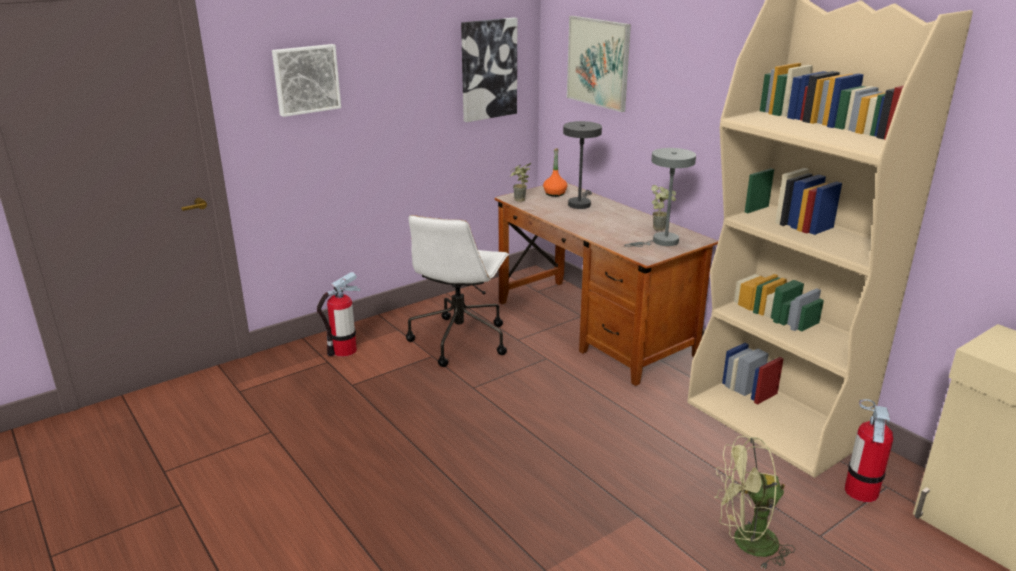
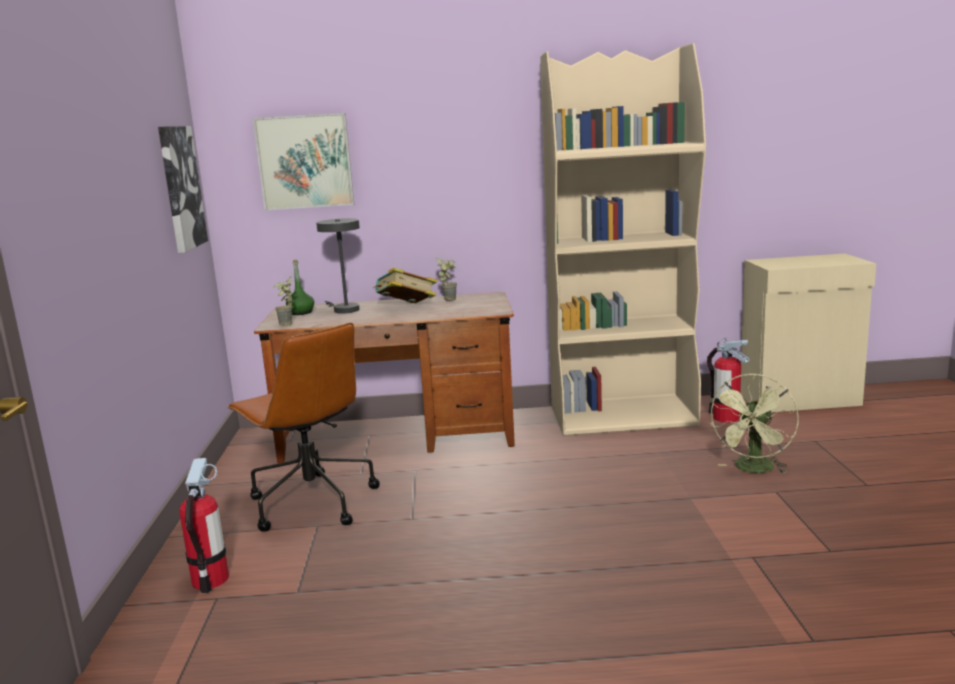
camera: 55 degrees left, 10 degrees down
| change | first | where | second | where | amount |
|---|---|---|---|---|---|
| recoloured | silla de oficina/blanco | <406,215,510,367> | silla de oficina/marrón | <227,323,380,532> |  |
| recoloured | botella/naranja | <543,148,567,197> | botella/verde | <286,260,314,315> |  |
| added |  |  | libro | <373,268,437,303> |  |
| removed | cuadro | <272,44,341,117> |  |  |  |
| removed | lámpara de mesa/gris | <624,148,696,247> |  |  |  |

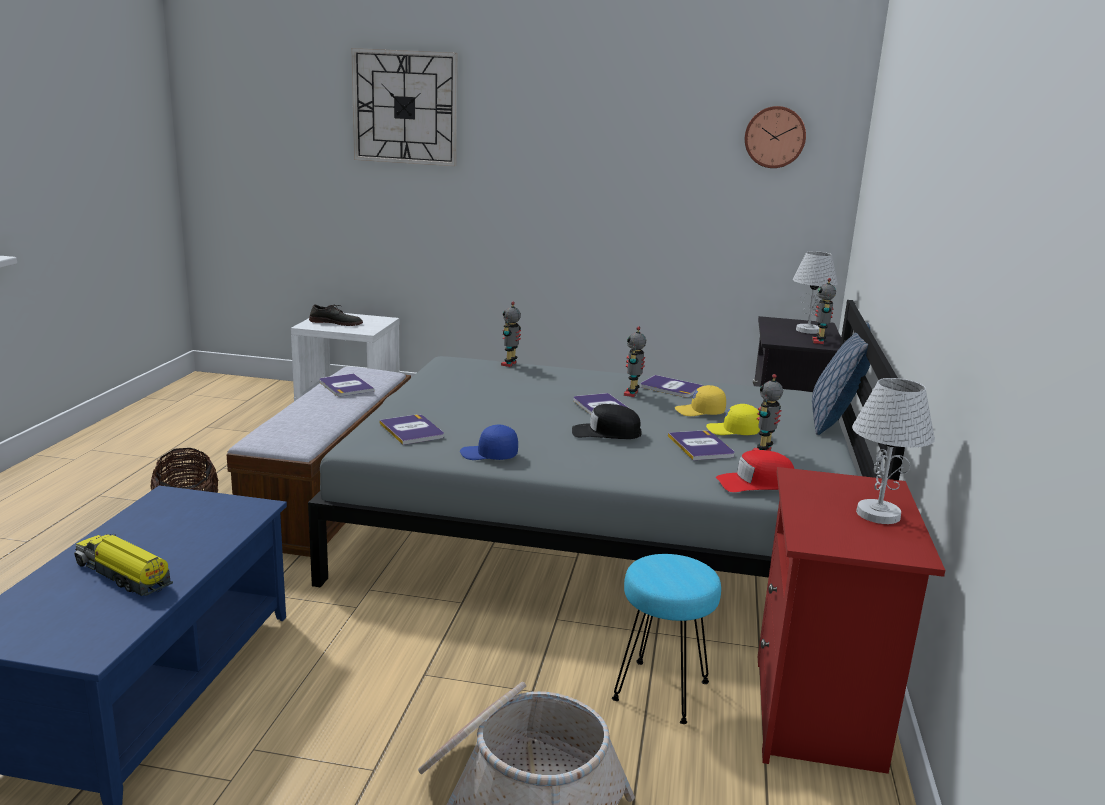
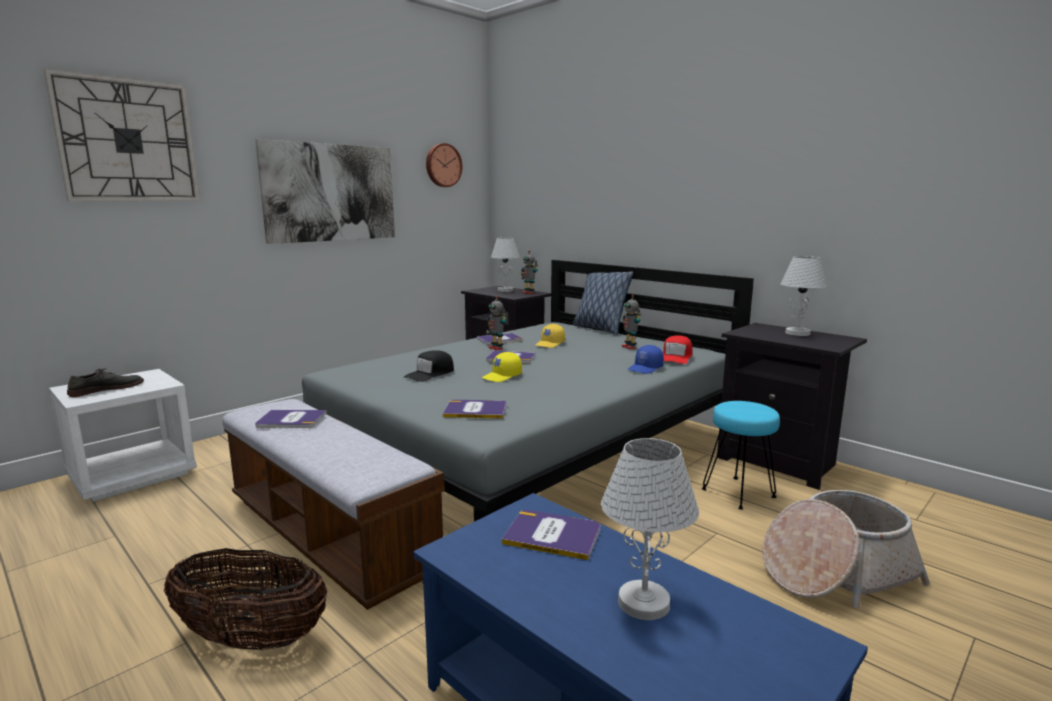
camera: 55 degrees left, 5 degrees down
| change | first | where | second | where | amount |
|---|---|---|---|---|---|
| added |  |  | cuadro | <255,139,395,244> |  |
| moved | gorra/negro | <572,404,641,439> |  | <404,350,454,382> |  |
| moved | gorra/amarillo | <706,404,760,435> |  | <482,352,522,382> |  |
| moved | libro | <668,430,735,460> |  | <502,510,601,560> |  |
| replaced | camión de juguete | <74,533,173,596> | lámpara de mesa/blanco | <601,438,699,620> |  |
| moved | gorra/azul | <460,425,518,460> |  | <628,345,664,374> |  |
| recoloured | mesita de noche/rojo | <758,467,945,774> | mesita de noche/negro | <717,323,867,490> |  |
| removed | robot de juguete | <501,301,521,367> |  |  |  |

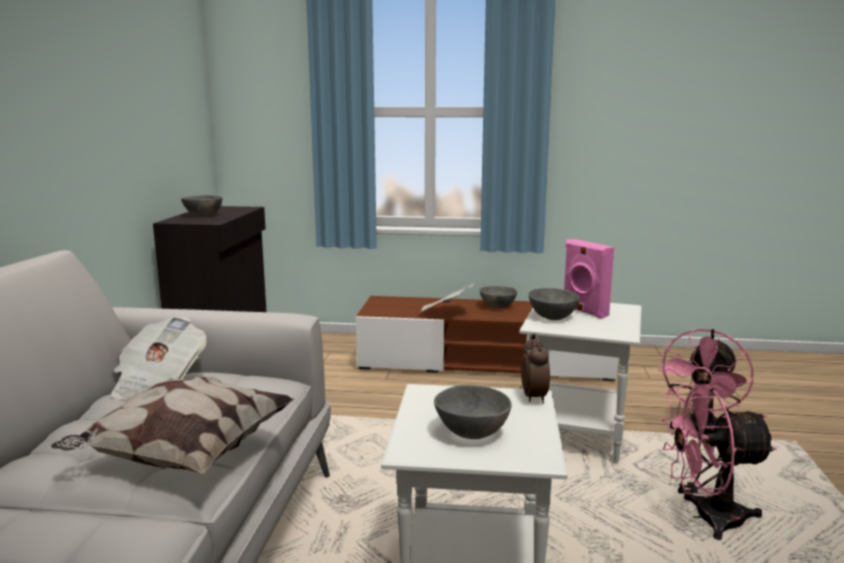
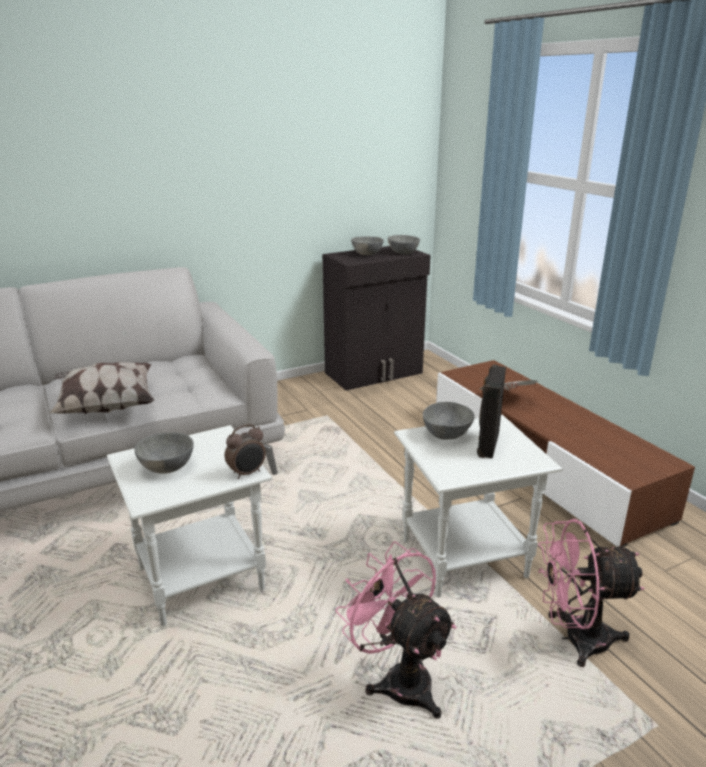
camera: 55 degrees right, 10 degrees up
| change | first | where | second | where | amount |
|---|---|---|---|---|---|
| moved | cuenco/gris | <480,286,517,308> |  | <387,235,420,255> |  |
| recoloured | altavoz/rosa | <564,239,614,318> | altavoz/negro | <477,365,506,458> |  |
| removed | periódico | <111,316,207,399> |  |  |  |

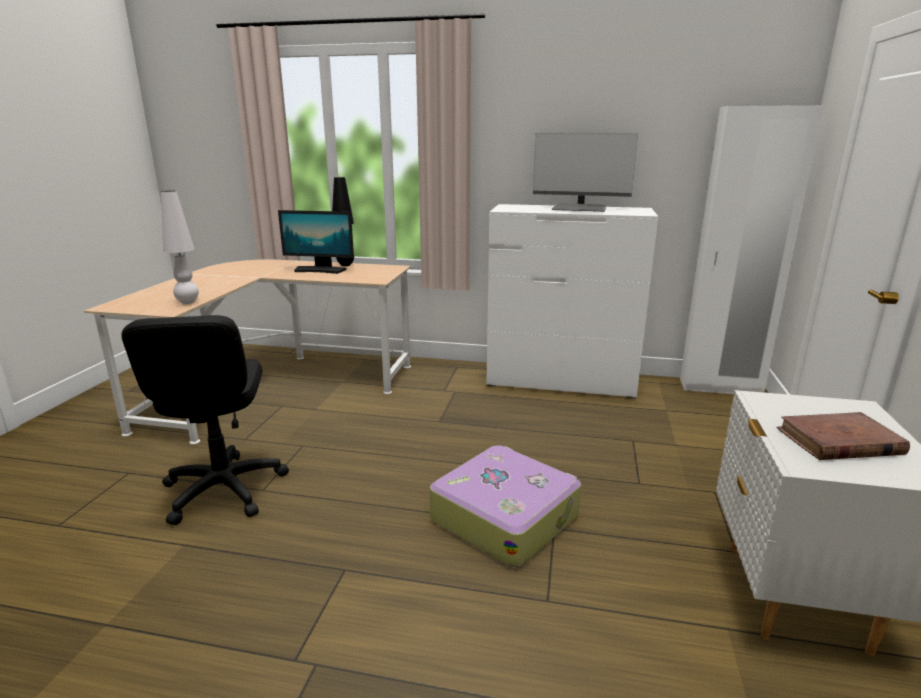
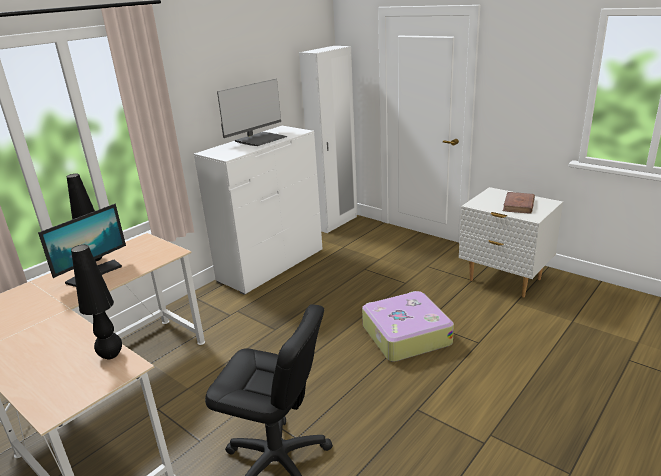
camera: 60 degrees left, 5 degrees up
| change | first | where | second | where | amount |
|---|---|---|---|---|---|
| recoloured | lámpara de mesa/blanco | <161,191,199,304> | lámpara de mesa/negro | <71,244,122,359> |  |

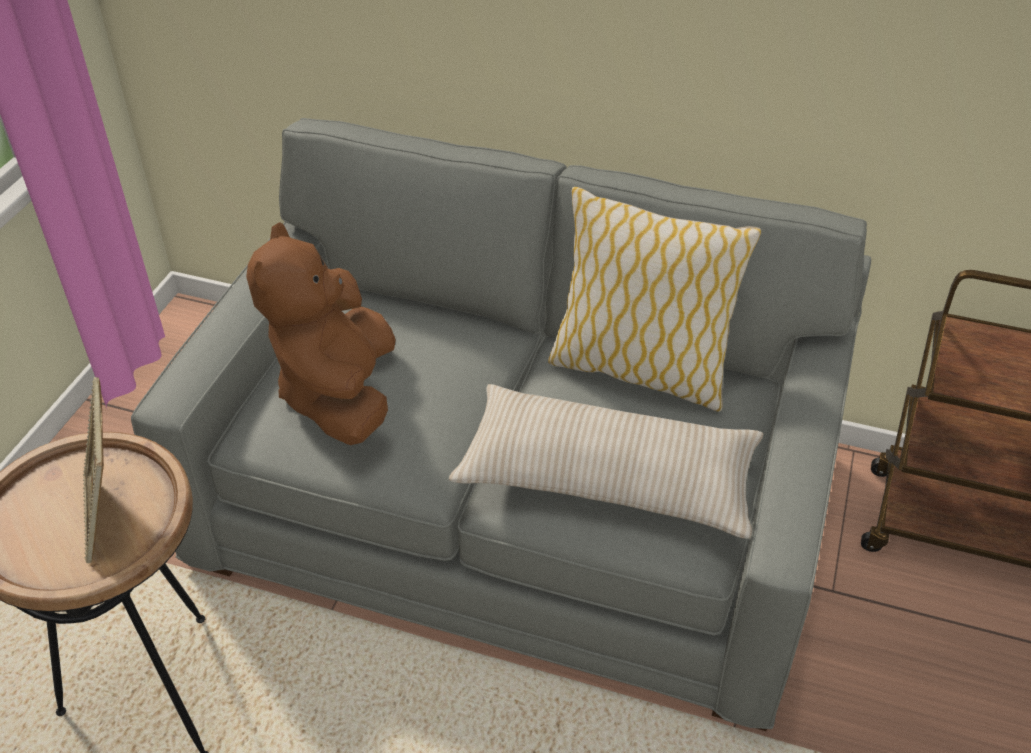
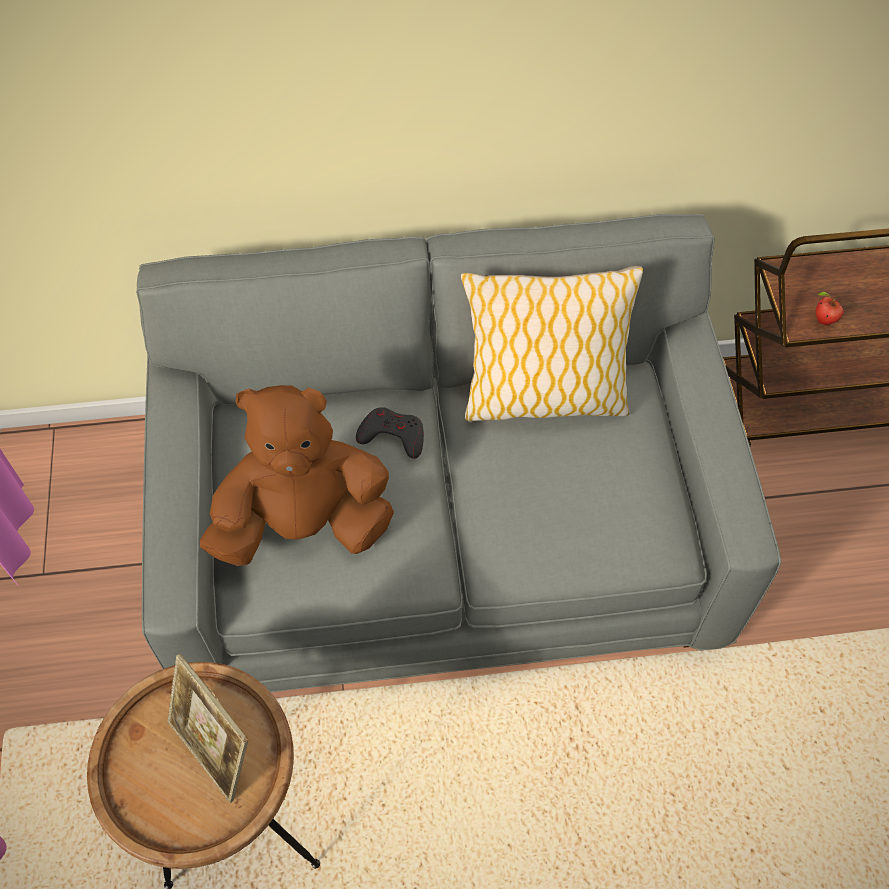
camera: 25 degrees left, 15 degrees up
| change | first | where | second | where | amount |
|---|---|---|---|---|---|
| turned | peluche/marrón | <246,222,396,445> |  | <200,385,394,566> | 105 degrees clockwise |
| added |  |  | mando de consola/gris | <356,407,424,459> |  |
| added |  |  | manzana | <816,292,843,325> |  |
| removed | cojín/beis | <449,384,763,539> |  |  |  |

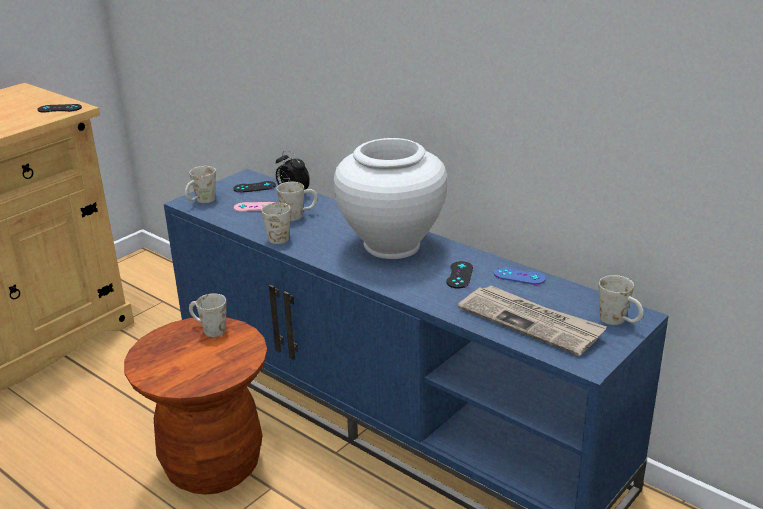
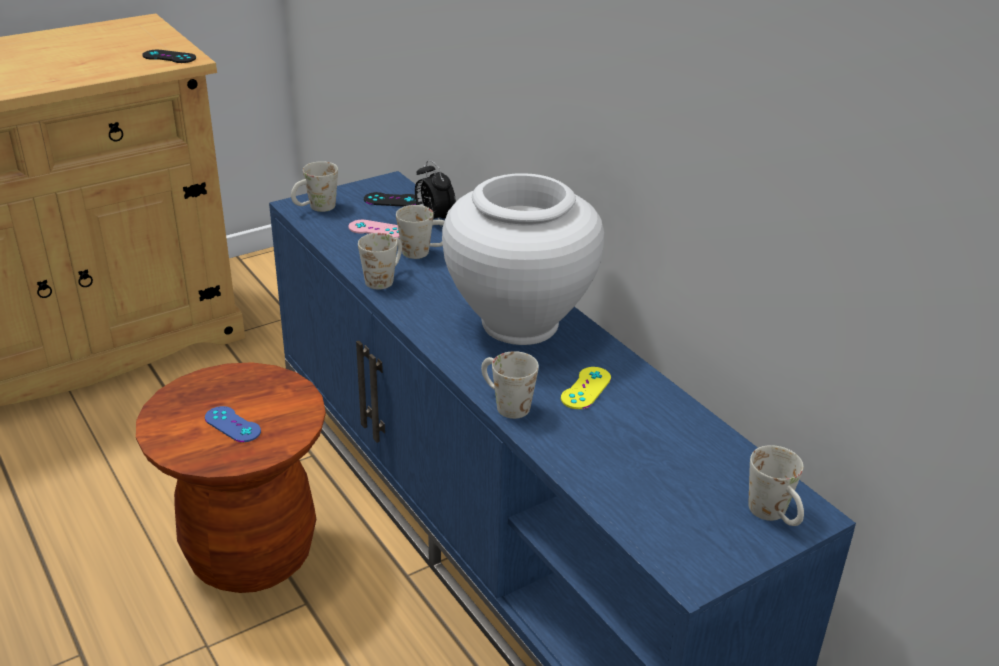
camera: 15 degrees right, 5 degrees up
| change | first | where | second | where | amount |
|---|---|---|---|---|---|
| moved | mando de consola/azul | <494,267,546,285> |  | <205,406,261,442> |  |
| moved | taza grande/blanco | <189,293,226,337> |  | <481,351,539,419> |  |
| recoloured | mando de consola/negro | <446,261,473,289> | mando de consola/amarillo | <561,367,611,409> |  |
| removed | periódico | <458,285,607,356> |  |  |  |

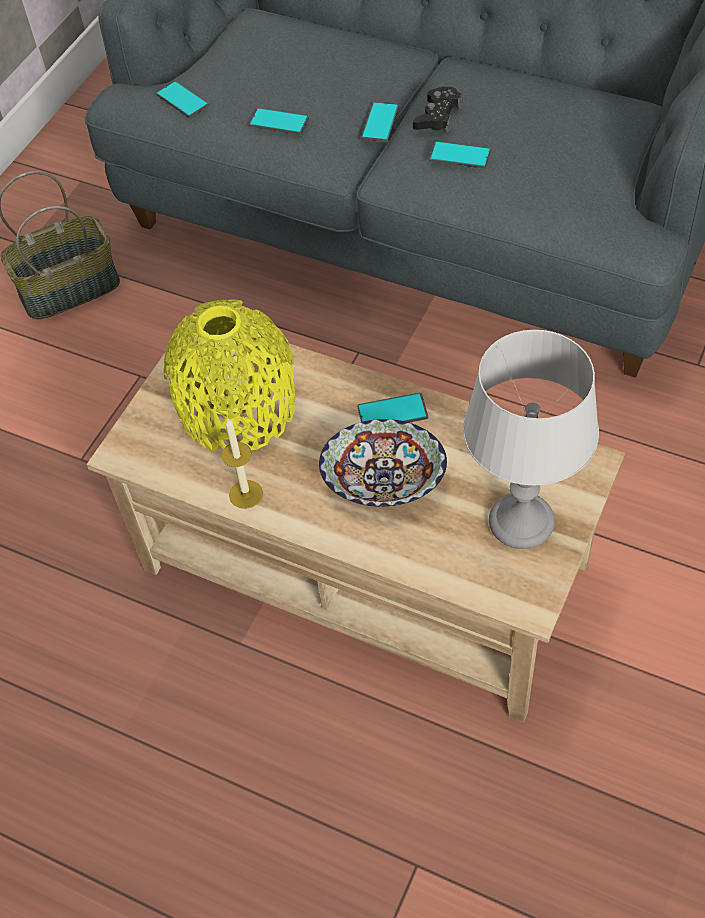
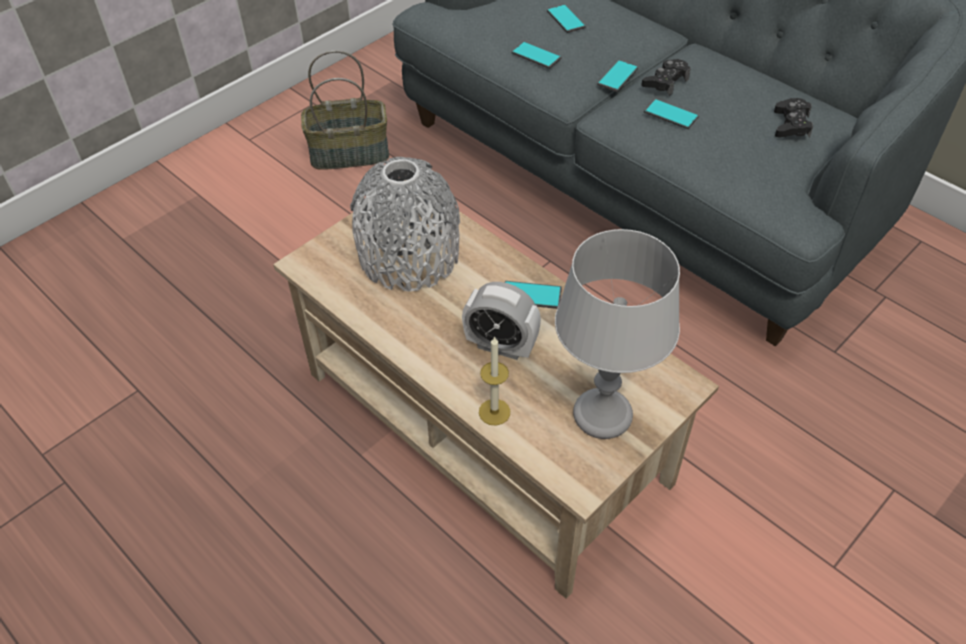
camera: 15 degrees right, 5 degrees down
| change | first | where | second | where | amount |
|---|---|---|---|---|---|
| recoloured | florero/amarillo | <164,299,296,451> | florero/gris | <350,157,460,292> |  |
| replaced | cuenco | <319,419,447,507> | despertador | <462,282,541,360> |  |
| moved | vela | <221,417,263,509> |  | <479,336,510,425> |  |
| moved | móvil | <156,81,209,118> |  | <547,4,586,33> |  |
| added |  |  | mando de consola/negro | <774,98,813,138> |  |

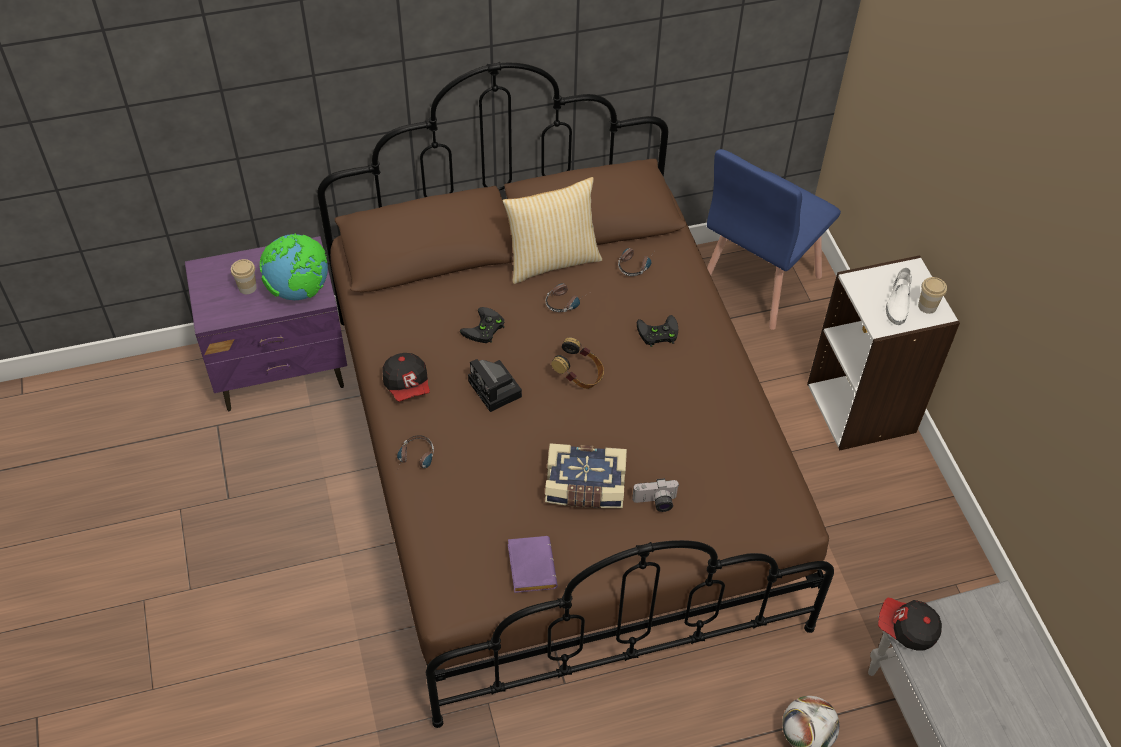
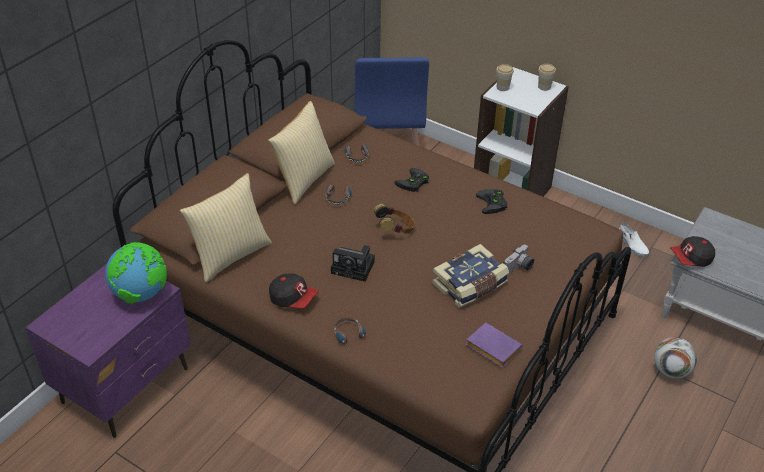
camera: 40 degrees left, 10 degrees down
| change | first | where | second | where | amount |
|---|---|---|---|---|---|
| added |  |  | cojín | <180,173,272,282> |  |
| moved | mando de consola/negro | <460,307,505,343> |  | <476,189,507,214> |  |
| moved | taza | <231,259,257,294> |  | <496,64,514,91> |  |
| moved | zapato/blanco | <886,268,912,325> |  | <619,222,649,257> |  |

